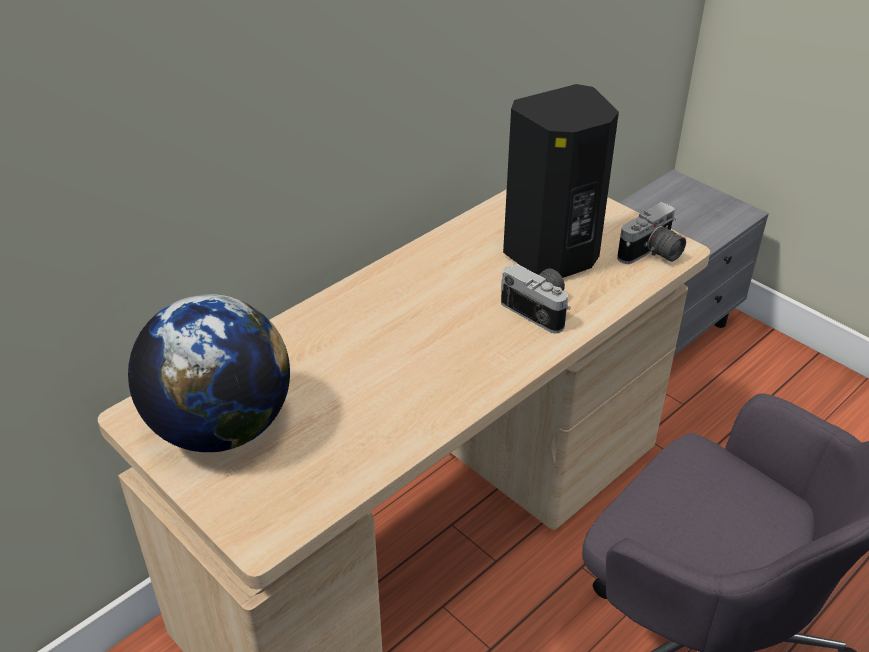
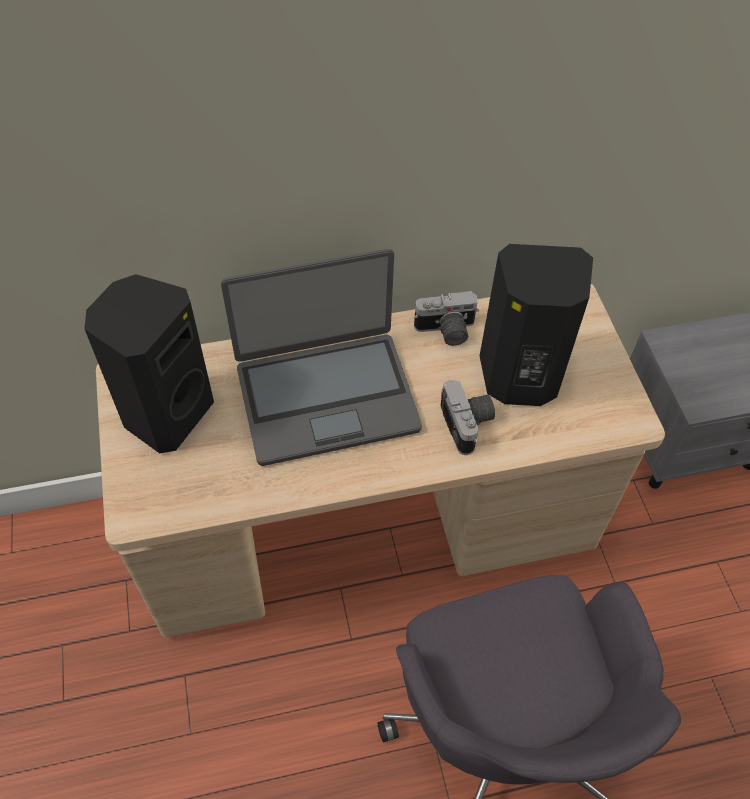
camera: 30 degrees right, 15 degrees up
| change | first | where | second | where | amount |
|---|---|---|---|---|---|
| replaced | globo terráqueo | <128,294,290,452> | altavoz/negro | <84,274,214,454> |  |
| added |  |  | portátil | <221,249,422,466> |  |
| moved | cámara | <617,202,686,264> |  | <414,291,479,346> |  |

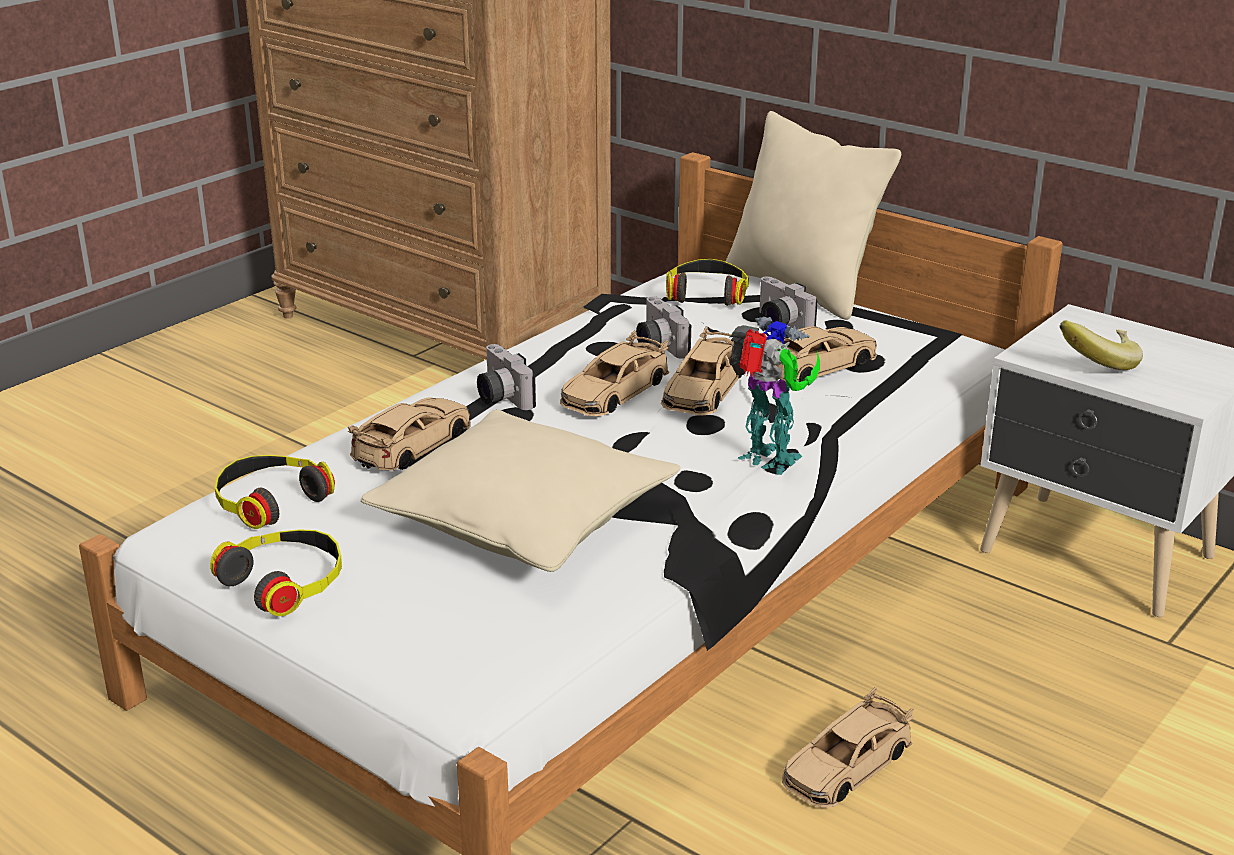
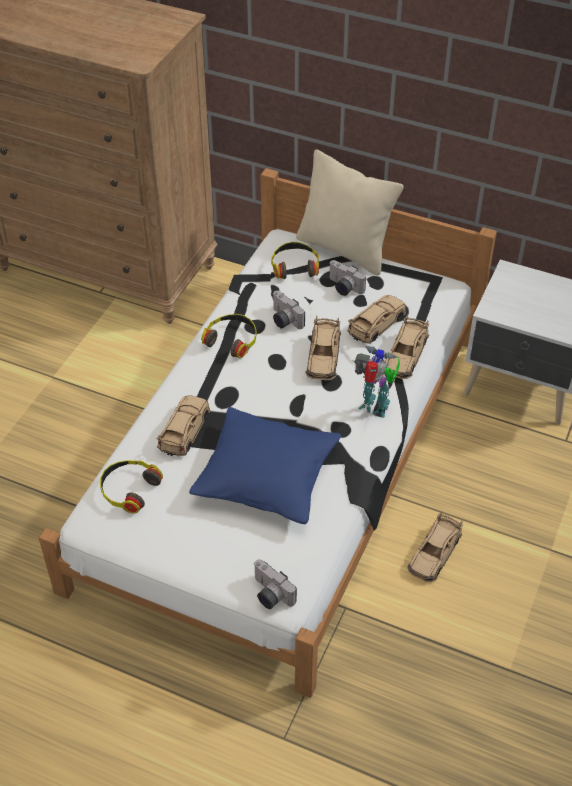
camera: 15 degrees left, 20 degrees up
| change | first | where | second | where | amount |
|---|---|---|---|---|---|
| recoloured | cojín/beis | <361,409,681,572> | cojín/azul | <189,407,341,524> |  |
| moved | auriculares | <210,529,342,616> |  | <201,314,257,358> |  |
| moved | cámara | <477,344,536,410> |  | <254,559,297,609> |  |
| moved | coche de juguete/beis | <560,330,669,416> |  | <385,315,429,379> |  |
| removed | plátano | <1059,320,1143,370> |  |  |  |

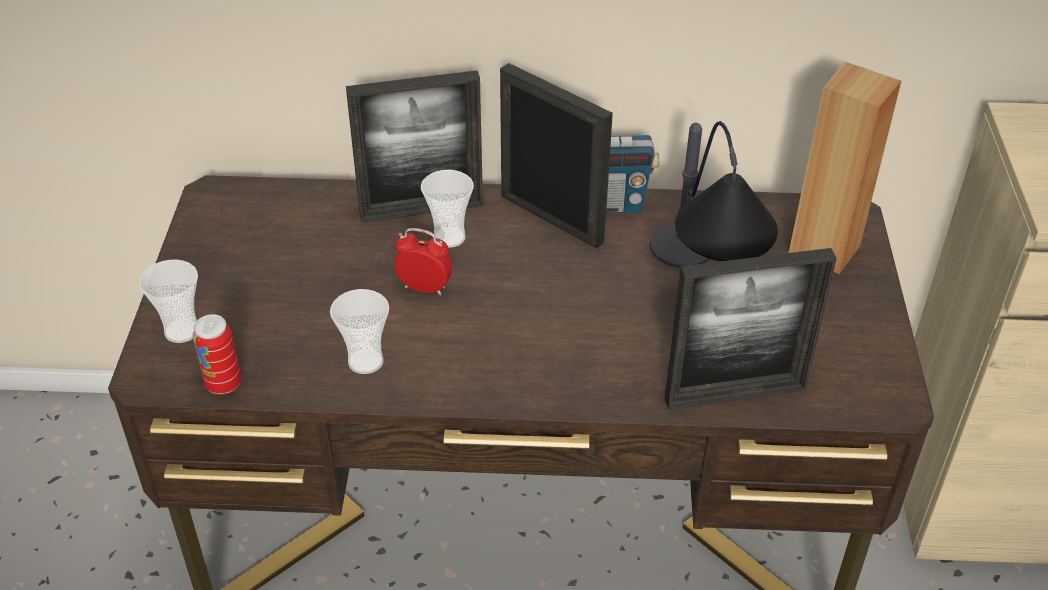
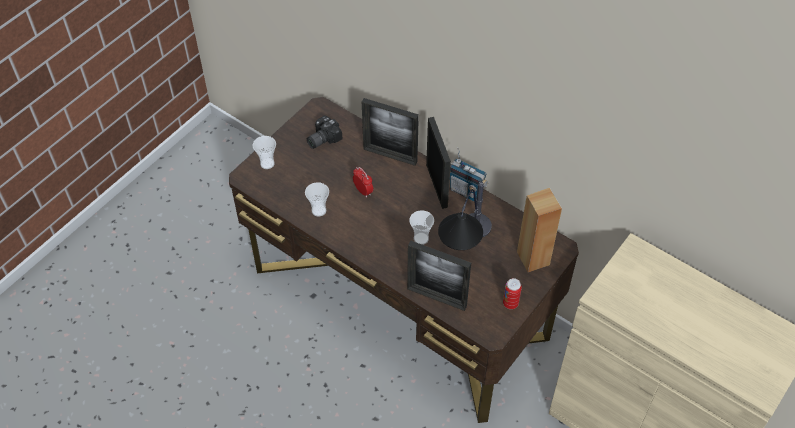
camera: 35 degrees right, 10 degrees up
| change | first | where | second | where | amount |
|---|---|---|---|---|---|
| added |  |  | cámara | <307,116,342,149> |  |
| moved | taza | <421,170,474,248> |  | <409,210,434,245> |  |
| moved | lata | <193,314,241,394> |  | <503,278,522,309> |  |

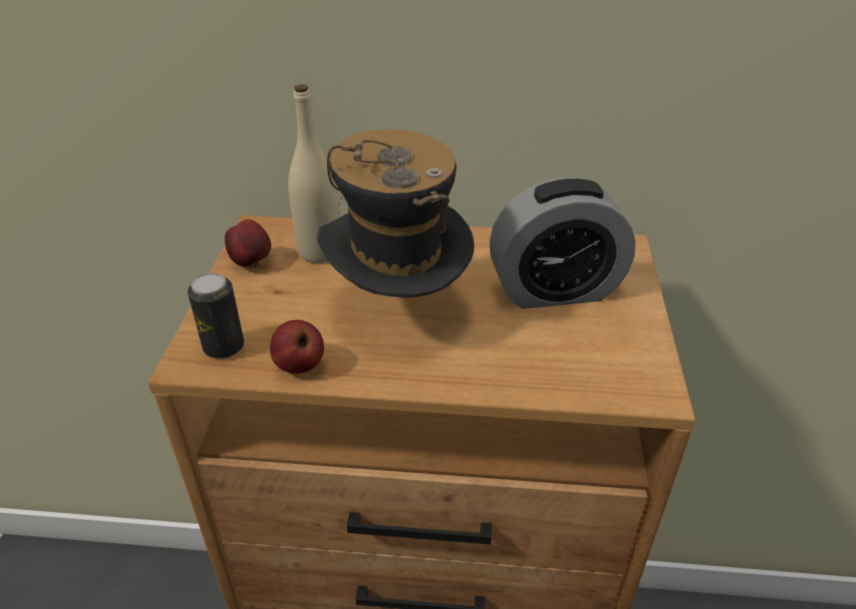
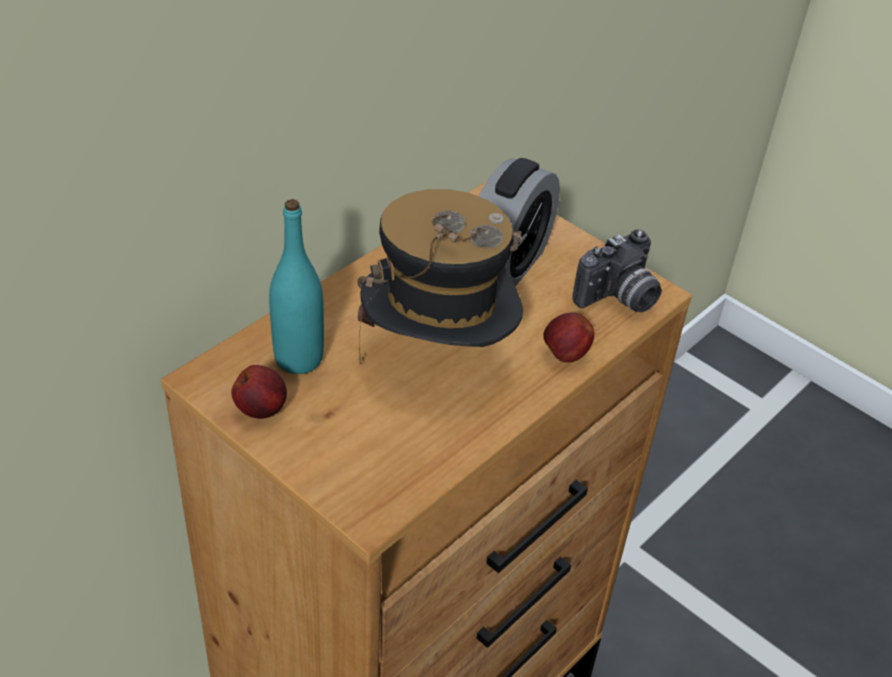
camera: 55 degrees left, 5 degrees up
| change | first | where | second | where | amount |
|---|---|---|---|---|---|
| recoloured | botella/beis | <288,84,340,263> | botella/turquesa | <269,199,324,374> |  |
| moved | manzana | <270,320,324,374> |  | <543,312,594,363> |  |
| added |  |  | cámara | <573,230,662,312> |  |
| removed | lata | <188,273,244,359> |  |  |  |

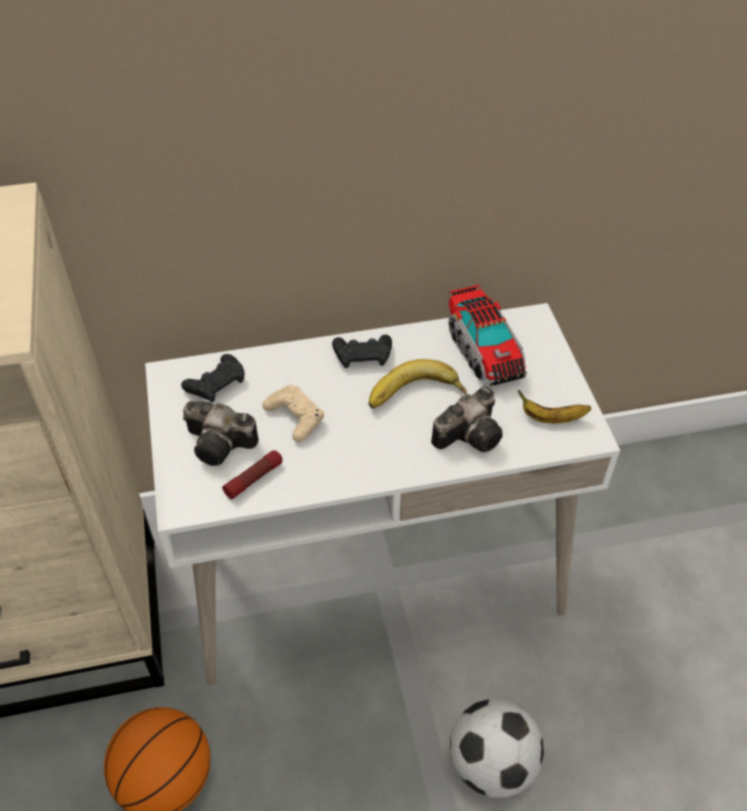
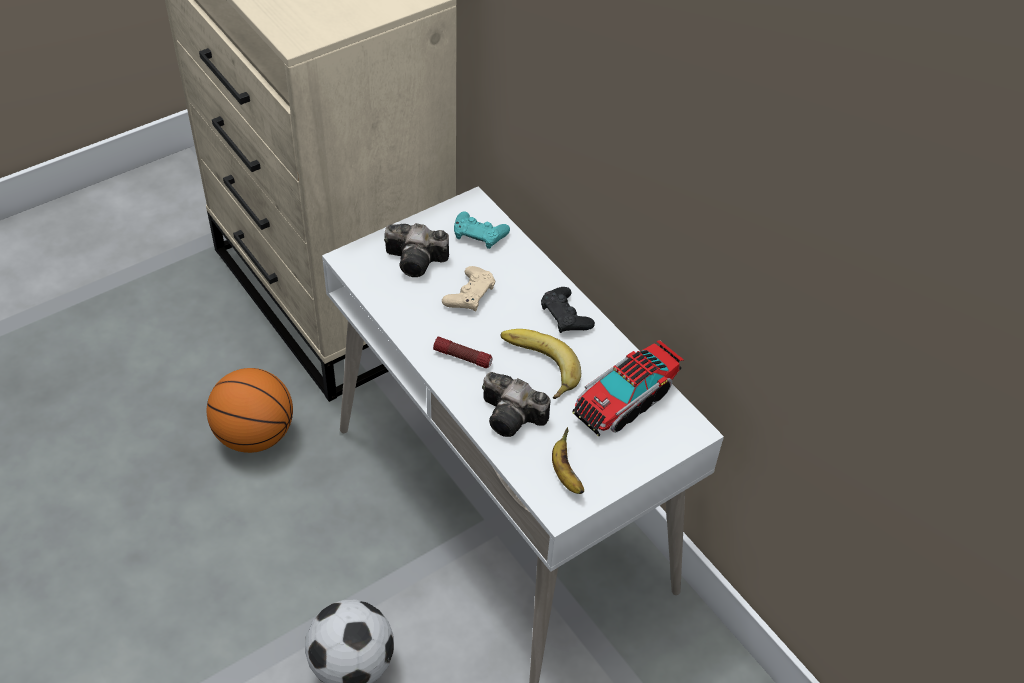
camera: 65 degrees right, 0 degrees up
| change | first | where | second | where | amount |
|---|---|---|---|---|---|
| turned | cámara | <183,401,259,466> |  | <384,223,449,277> | 75 degrees counterclockwise |
| moved | linterna | <222,450,282,499> |  | <433,336,493,368> |  |
| recoloured | mando de consola/negro | <181,354,245,403> | mando de consola/turquesa | <454,211,510,249> |  |

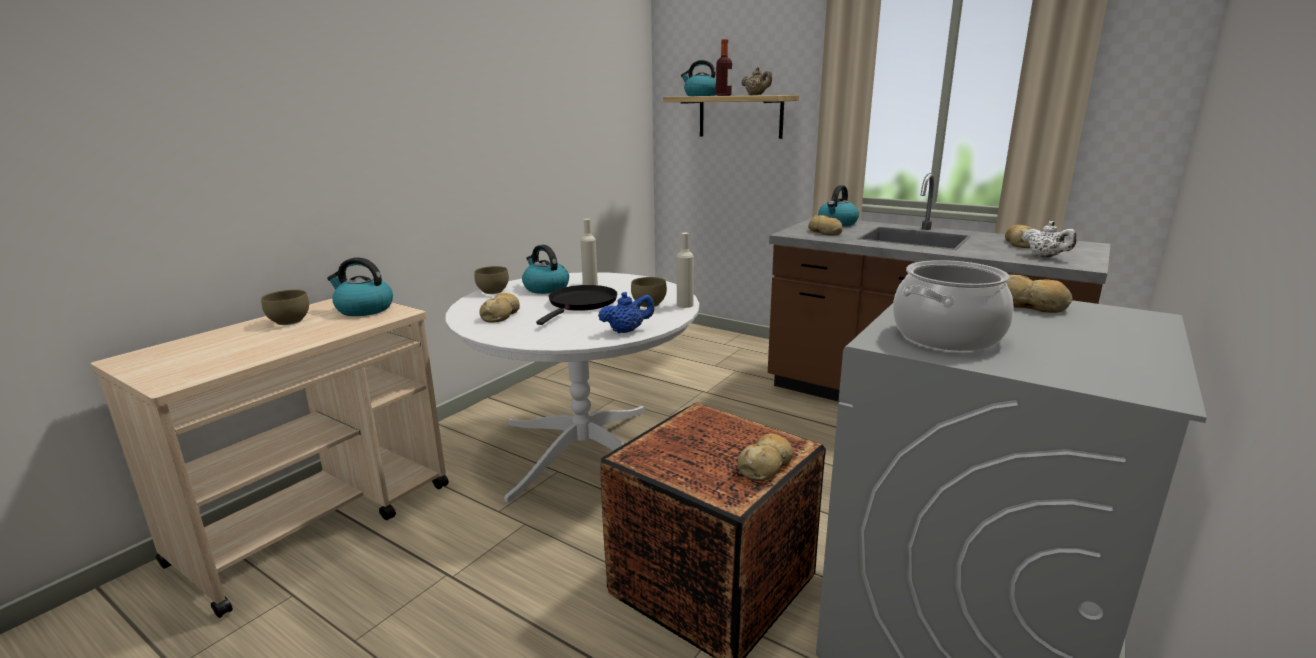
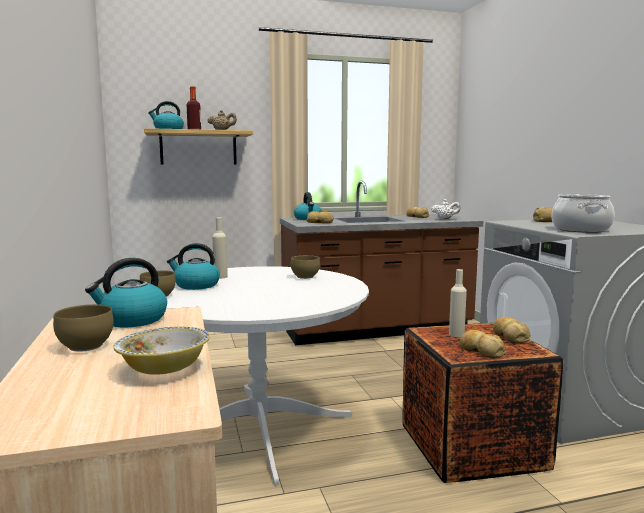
camera: 50 degrees left, 10 degrees down
| change | first | where | second | where | amount |
|---|---|---|---|---|---|
| added |  |  | cuenco | <114,327,210,375> |  |
| moved | botella/beis | <677,233,694,308> |  | <449,269,467,337> |  |
| moved | pan | <479,293,520,322> |  | <460,330,506,358> |  |
| removed | sartén/negro | <536,285,617,325> |  |  |  |
| removed | tetera/azul | <598,292,654,333> |  |  |  |

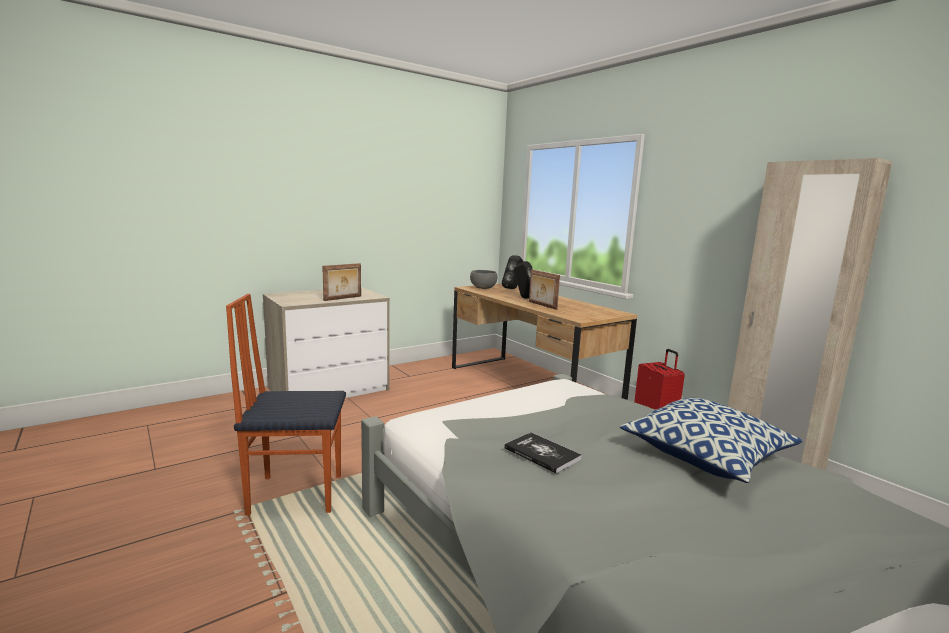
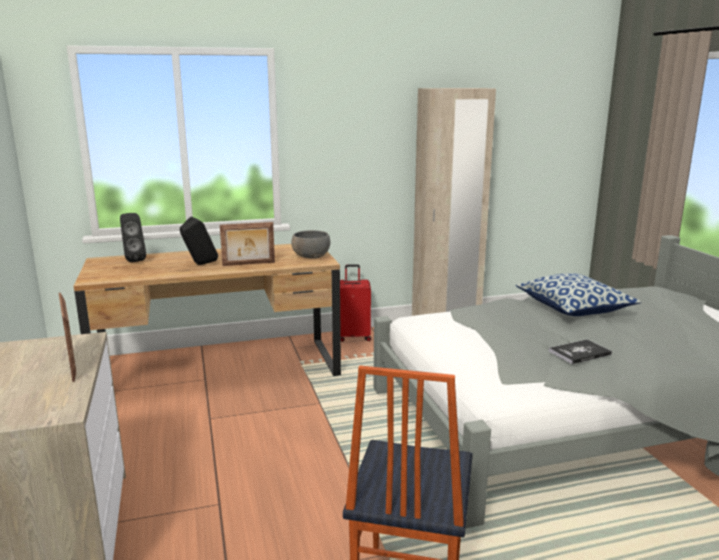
camera: 70 degrees left, 5 degrees up
| change | first | where | second | where | amount |
|---|---|---|---|---|---|
| moved | cuenco/gris | <470,270,497,289> |  | <291,230,330,259> |  |

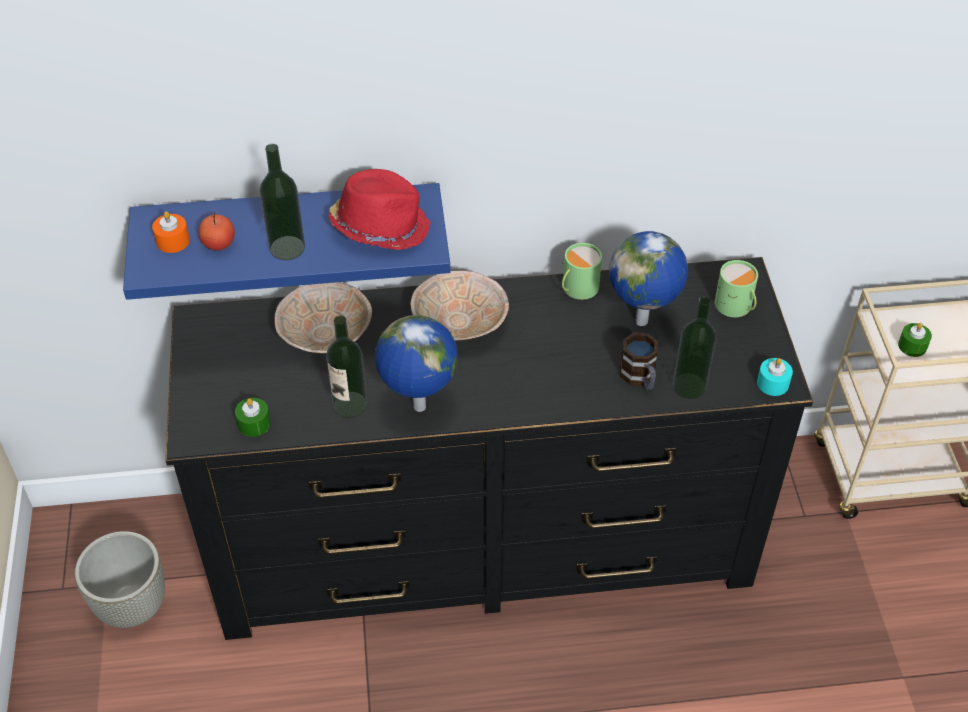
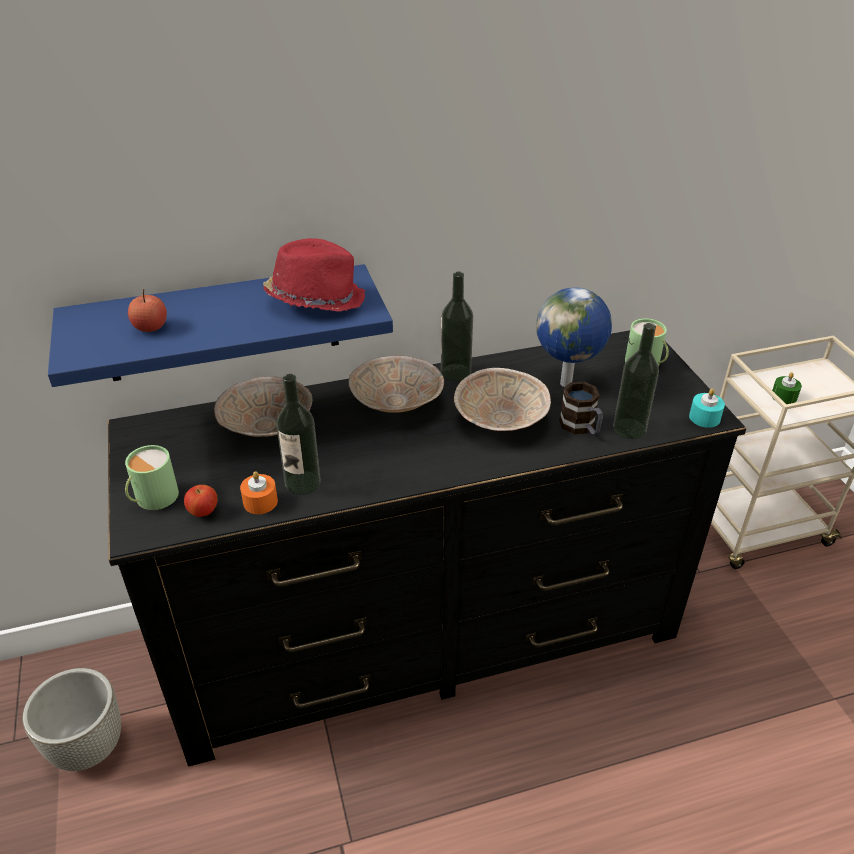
camera: 10 degrees left, 10 degrees down
| change | first | where | second | where | amount |
|---|---|---|---|---|---|
| moved | taza grande/verde | <562,243,602,300> |  | <125,445,179,510> |  |
| replaced | vela/verde | <235,398,271,437> | manzana | <184,485,218,517> |  |
| moved | vela/naranja | <152,212,190,253> |  | <240,471,278,514> |  |
| moved | botella | <260,144,305,260> |  | <441,272,473,381> |  |
| added |  |  | cuenco/beis | <454,368,551,431> |  |
| removed | globo terráqueo | <375,315,458,412> |  |  |  |

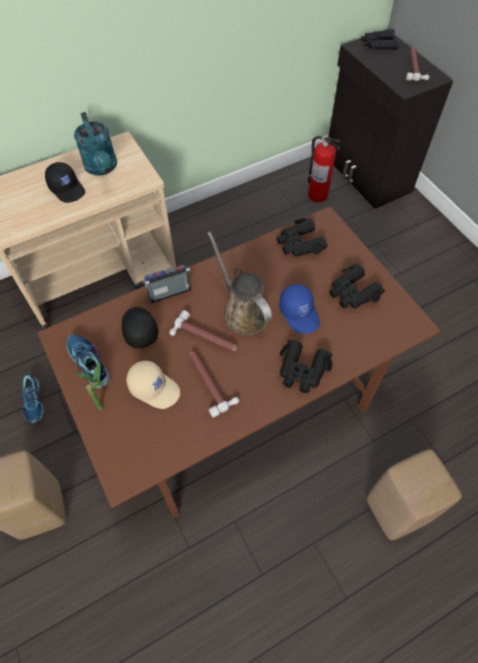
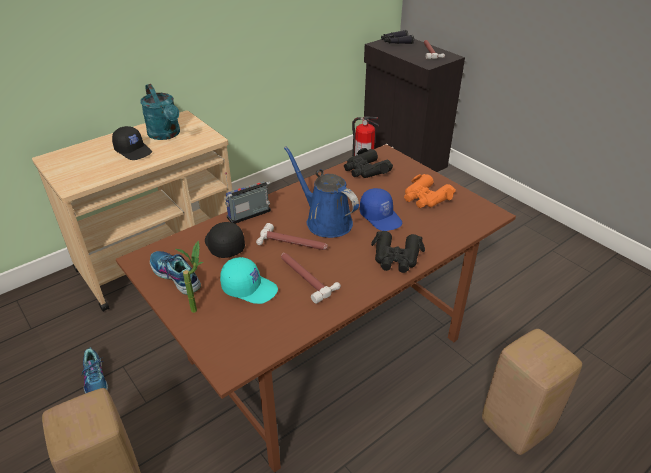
camera: 10 degrees left, 20 degrees down
| change | first | where | second | where | amount |
|---|---|---|---|---|---|
| recoloured | gorra/beis | <126,361,180,409> | gorra/turquesa | <220,257,278,304> |  |
| recoloured | regadera/marrón | <208,231,272,335> | regadera/azul | <284,146,359,238> |  |
| recoloured | prismáticos/negro | <329,263,385,308> | prismáticos/naranja | <404,174,456,208> |  |

